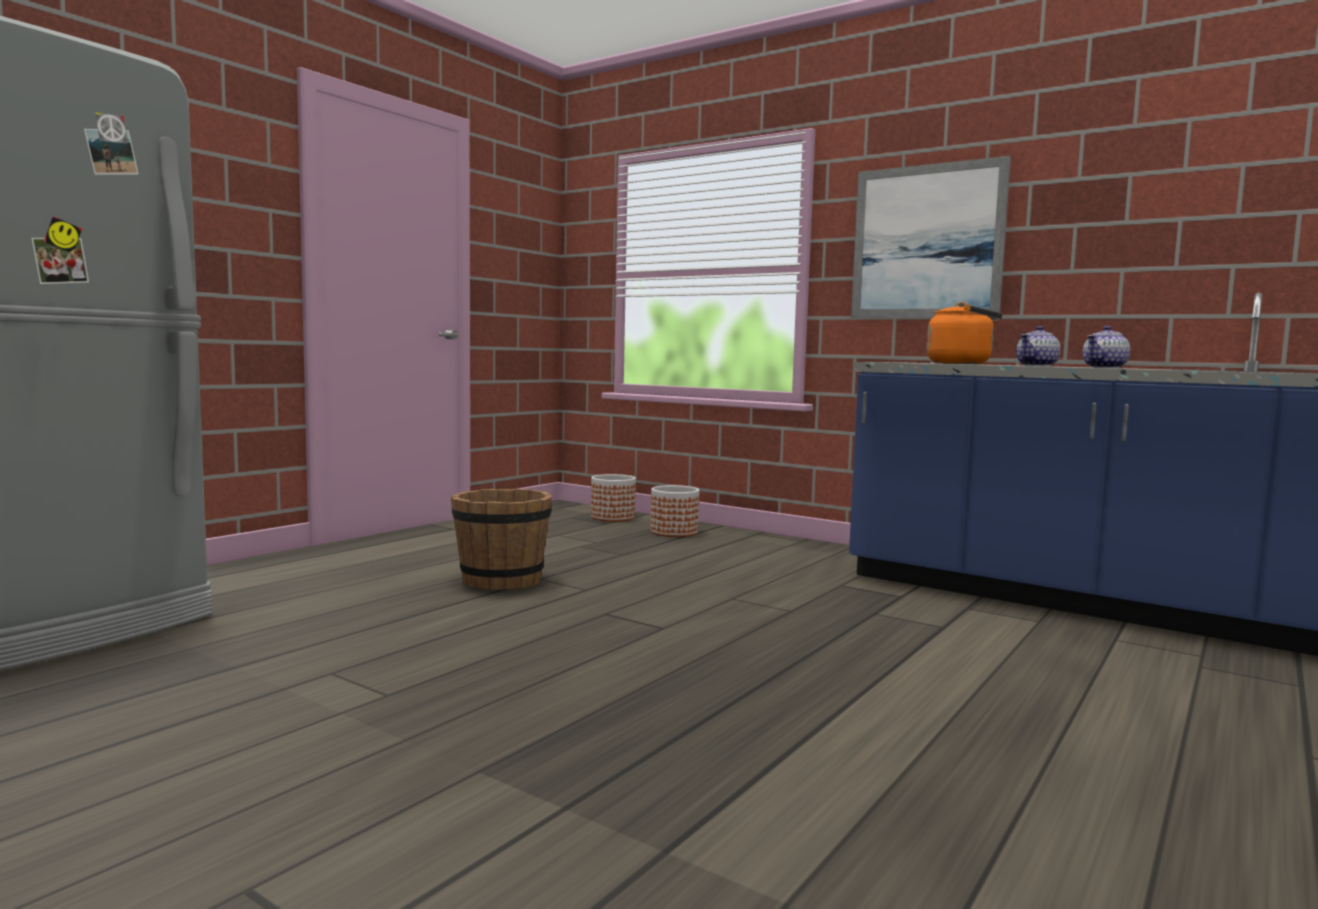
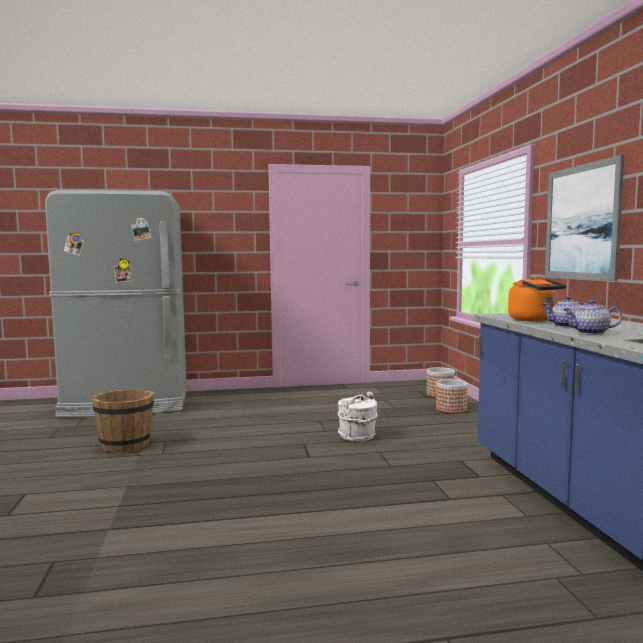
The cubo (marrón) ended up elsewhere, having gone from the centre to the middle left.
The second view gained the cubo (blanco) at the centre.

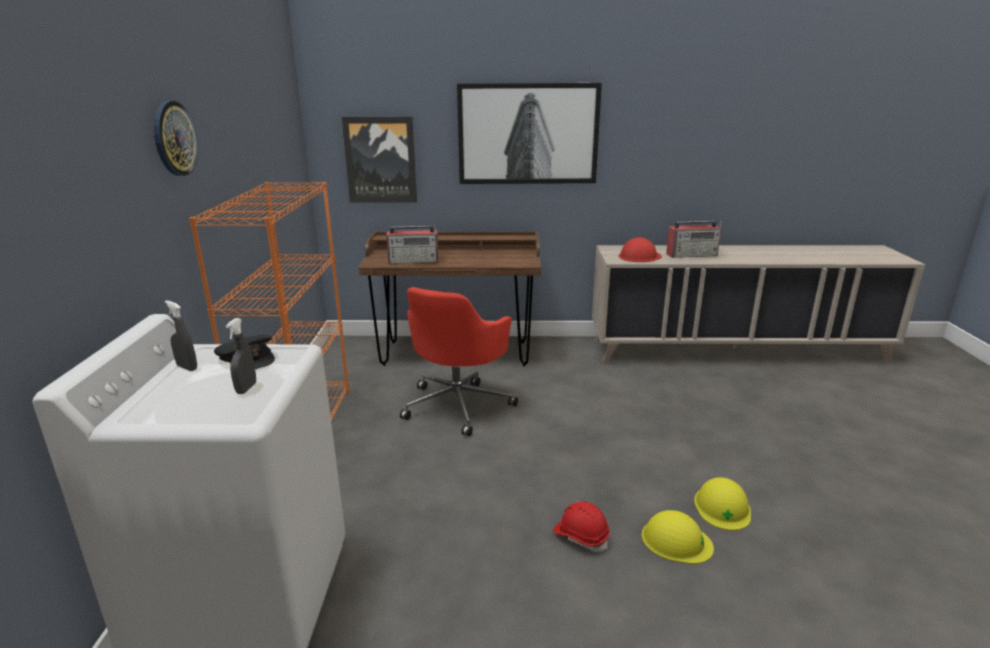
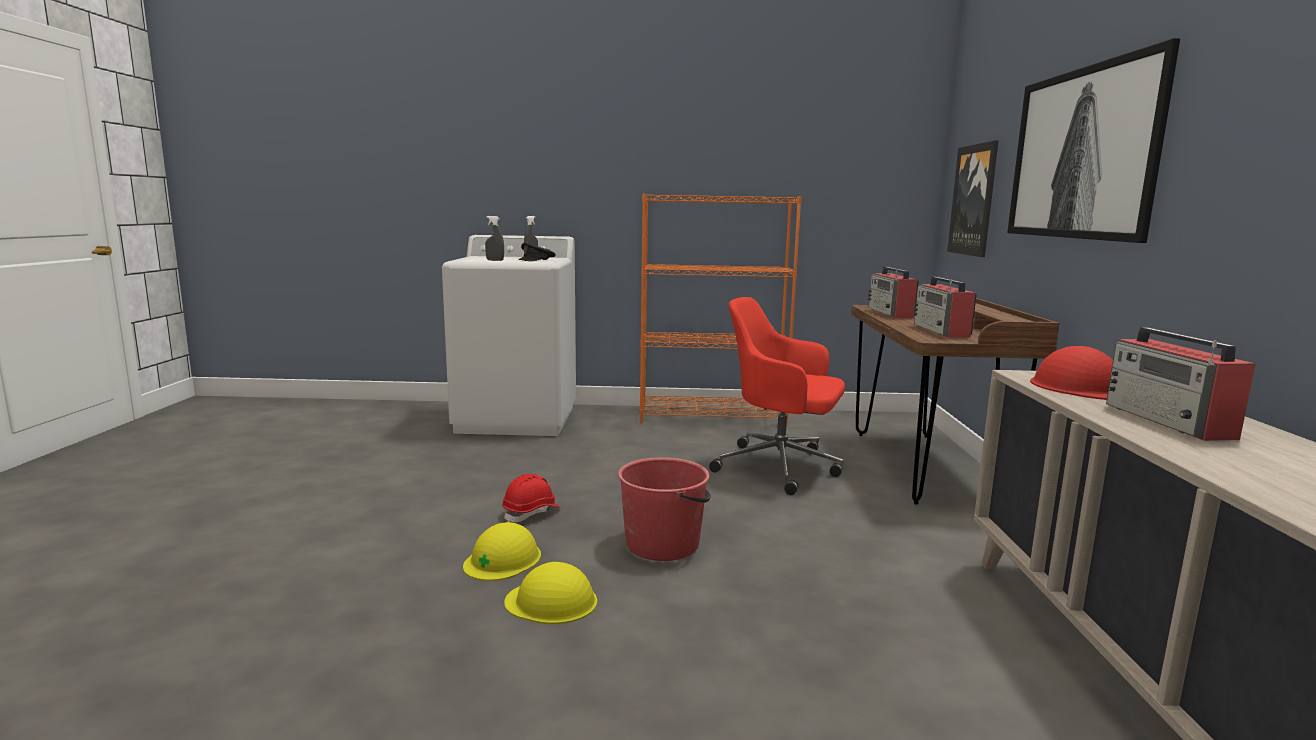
The second view gained the cubo (rojo) at the bottom centre.
The second view gained the radio (no. 2 from left) at the middle right.
The second view lost the reloj de pared at the top left.

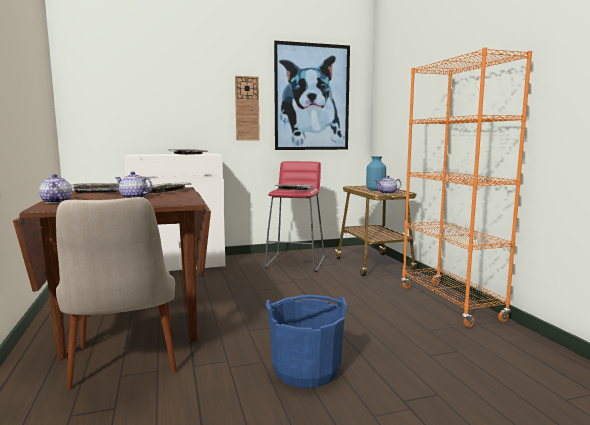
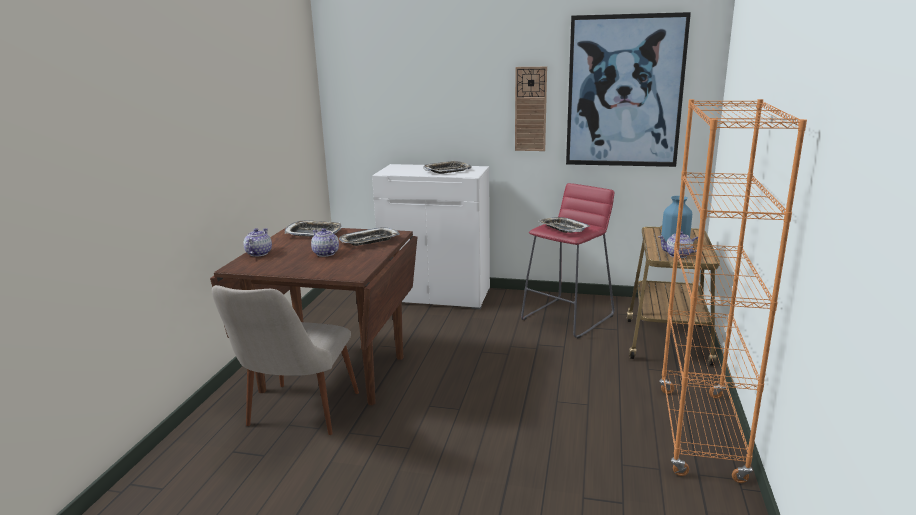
The second view lost the cubo (azul) at the bottom centre.

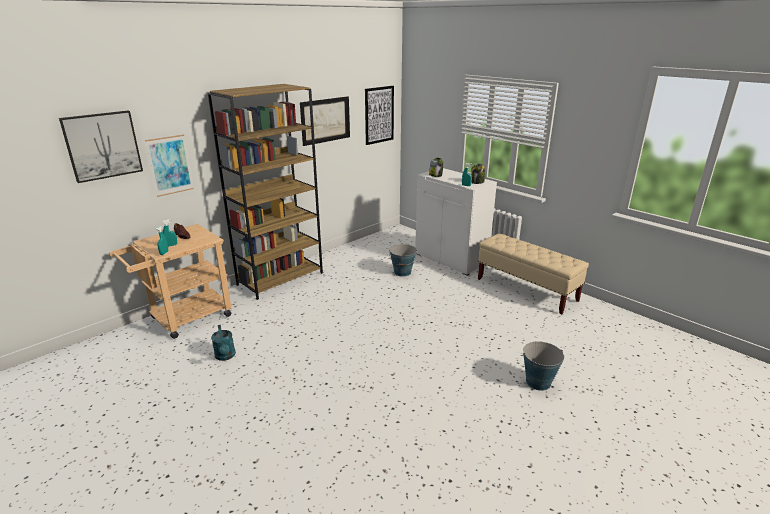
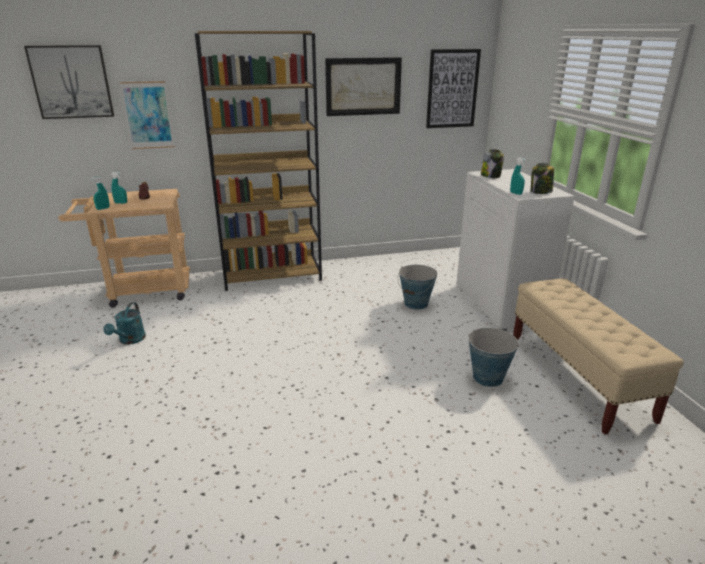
The cubo (no. 2 from left) ended up elsewhere, having gone from the bottom right to the middle right.

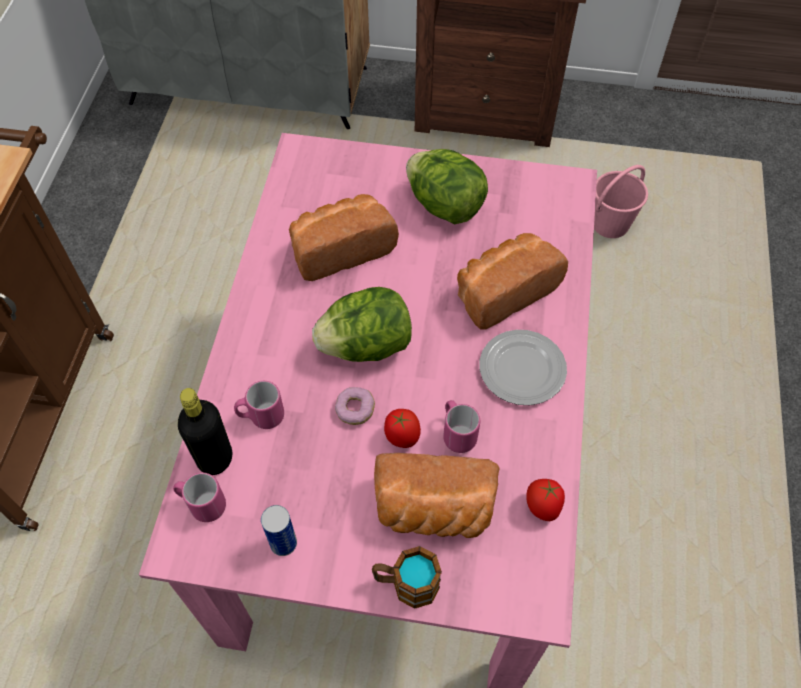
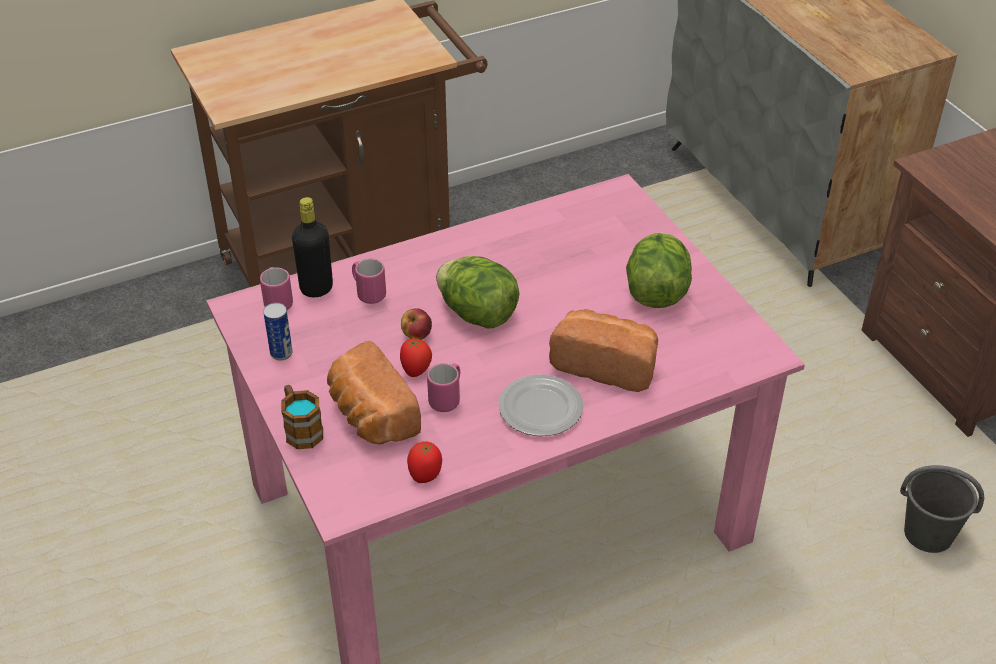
Where the rosquilla stood at the centre, the manzana came to stand at the centre.
What was the cubo (rosa) at the top right turned into the cubo (gris) at the bottom right.
The second view lost the pan (no. 1 from left) at the centre.

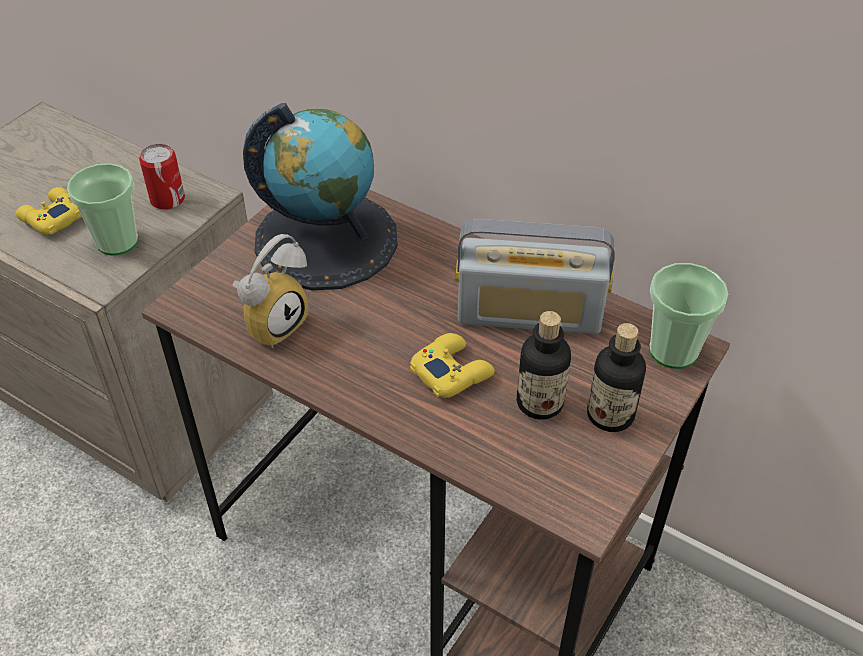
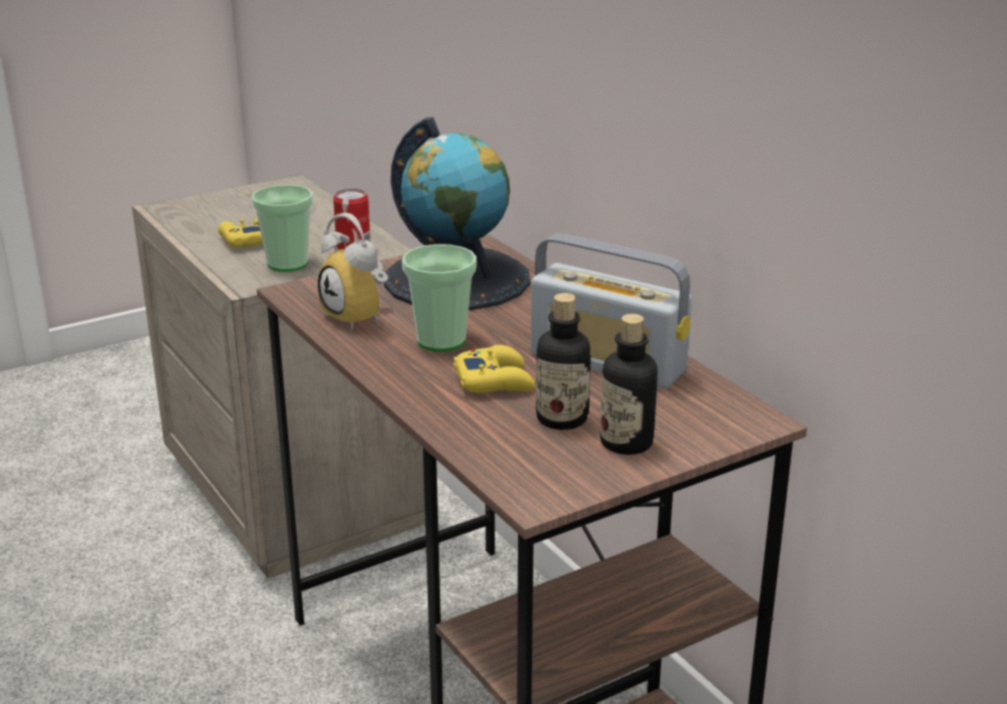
The despertador at the middle left ended up facing another way, 75 degrees clockwise from before.
The taza (no. 2 from left) ended up elsewhere, having gone from the middle right to the centre.

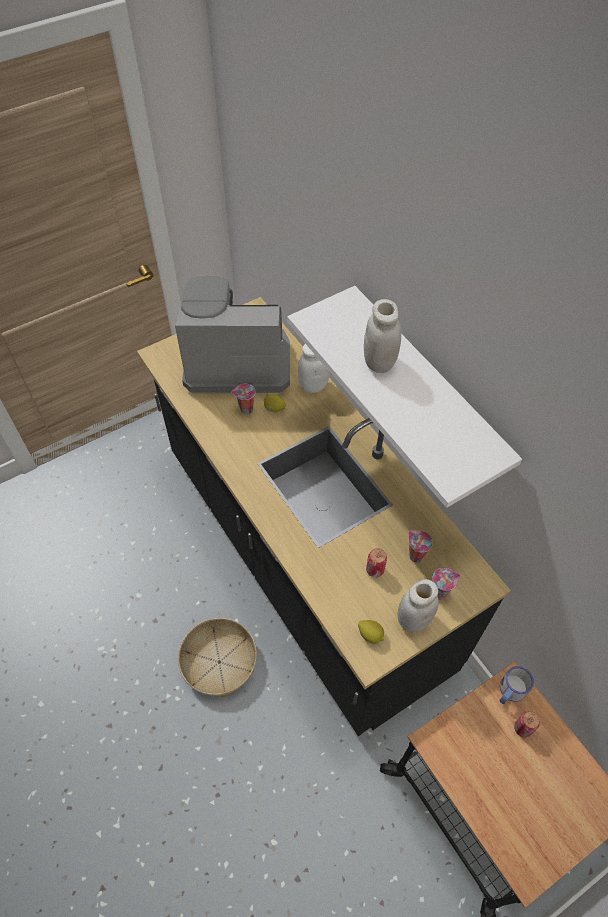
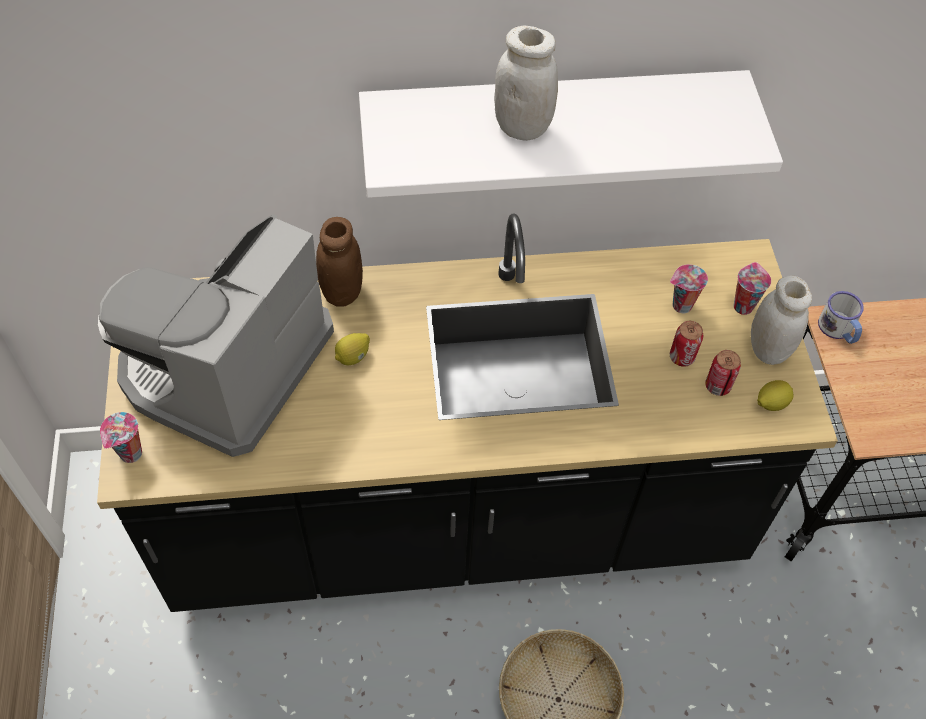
The taza (no. 1 from left) ended up elsewhere, having gone from the centre to the middle left.
What was the tarro (blanco) (no. 1 from left) at the centre turned into the tarro (marrón) at the centre.
The lata (no. 2 from left) ended up elsewhere, having gone from the bottom right to the middle right.

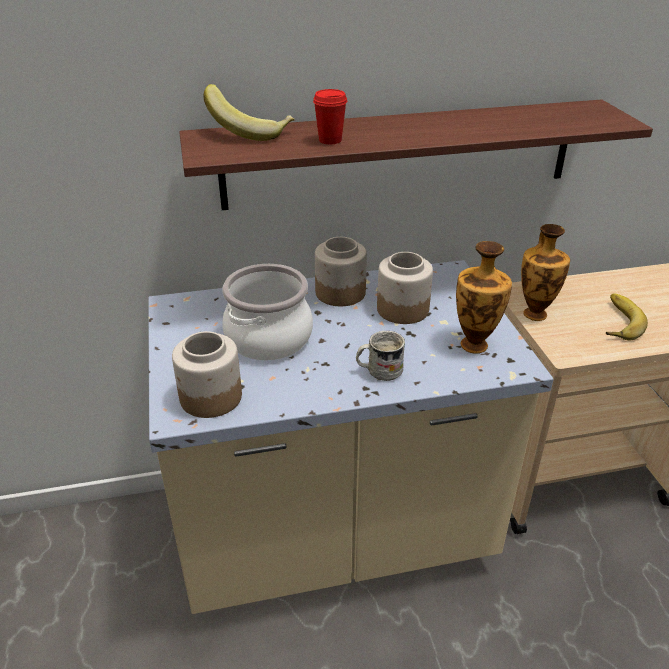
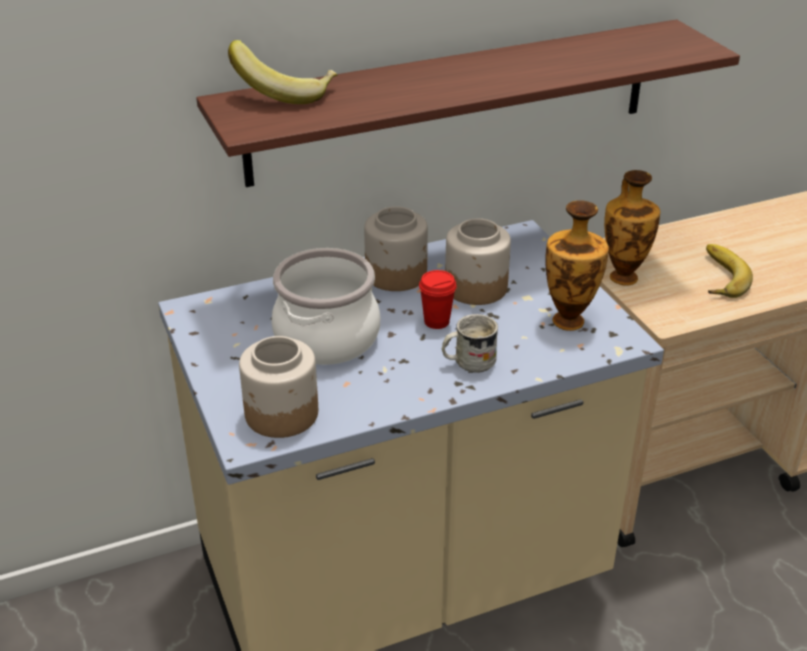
The taza (rojo) ended up elsewhere, having gone from the top centre to the centre.

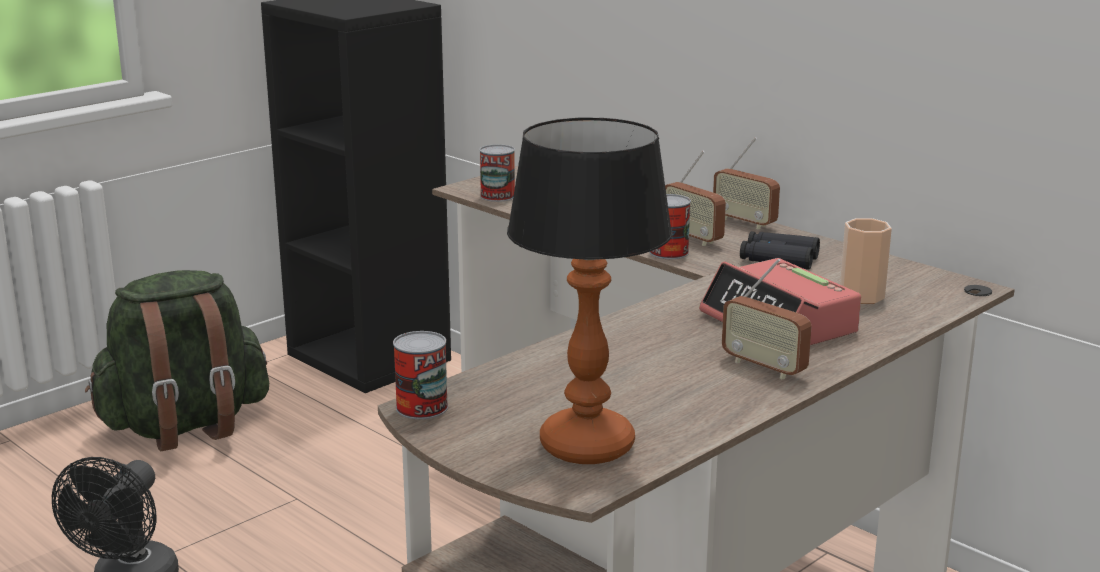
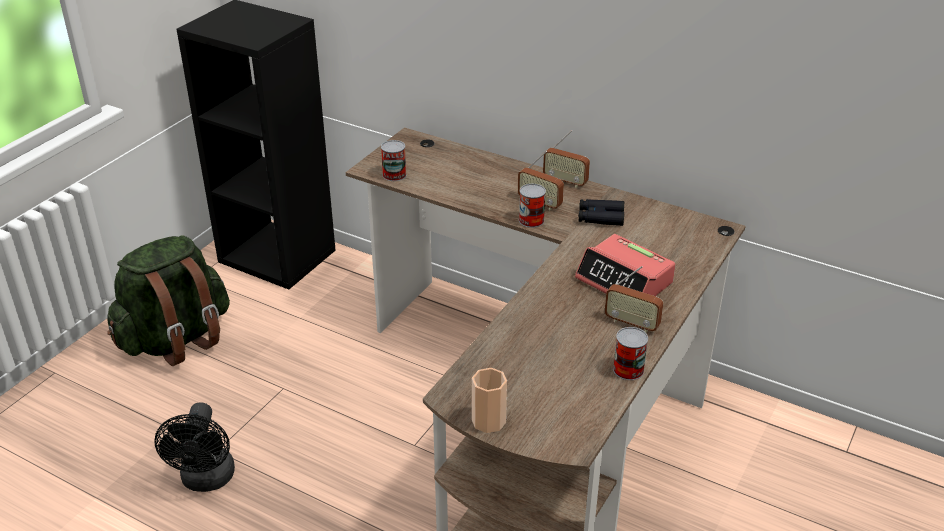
The taza ended up elsewhere, having gone from the middle right to the bottom centre.
The lata (no. 1 from left in the first image) ended up elsewhere, having gone from the centre to the middle right.
The second view lost the lámpara de mesa at the centre.

